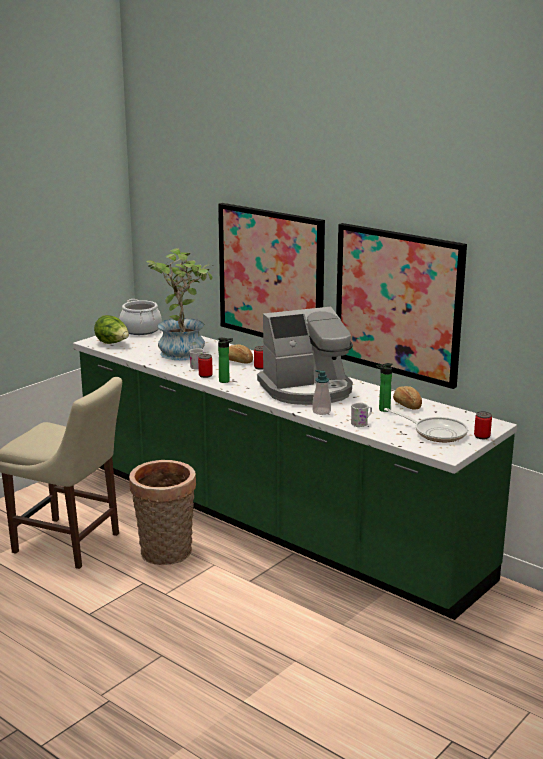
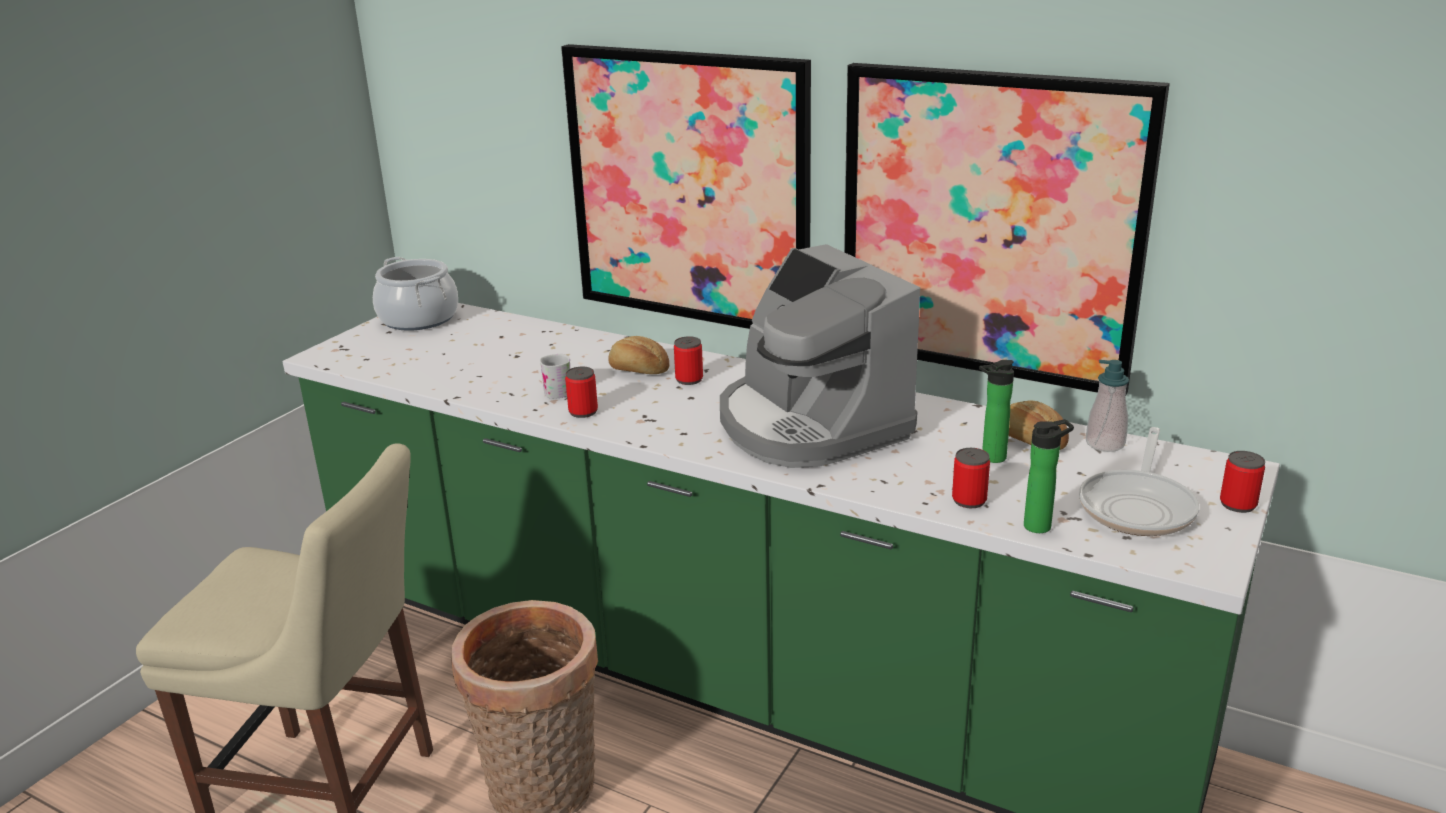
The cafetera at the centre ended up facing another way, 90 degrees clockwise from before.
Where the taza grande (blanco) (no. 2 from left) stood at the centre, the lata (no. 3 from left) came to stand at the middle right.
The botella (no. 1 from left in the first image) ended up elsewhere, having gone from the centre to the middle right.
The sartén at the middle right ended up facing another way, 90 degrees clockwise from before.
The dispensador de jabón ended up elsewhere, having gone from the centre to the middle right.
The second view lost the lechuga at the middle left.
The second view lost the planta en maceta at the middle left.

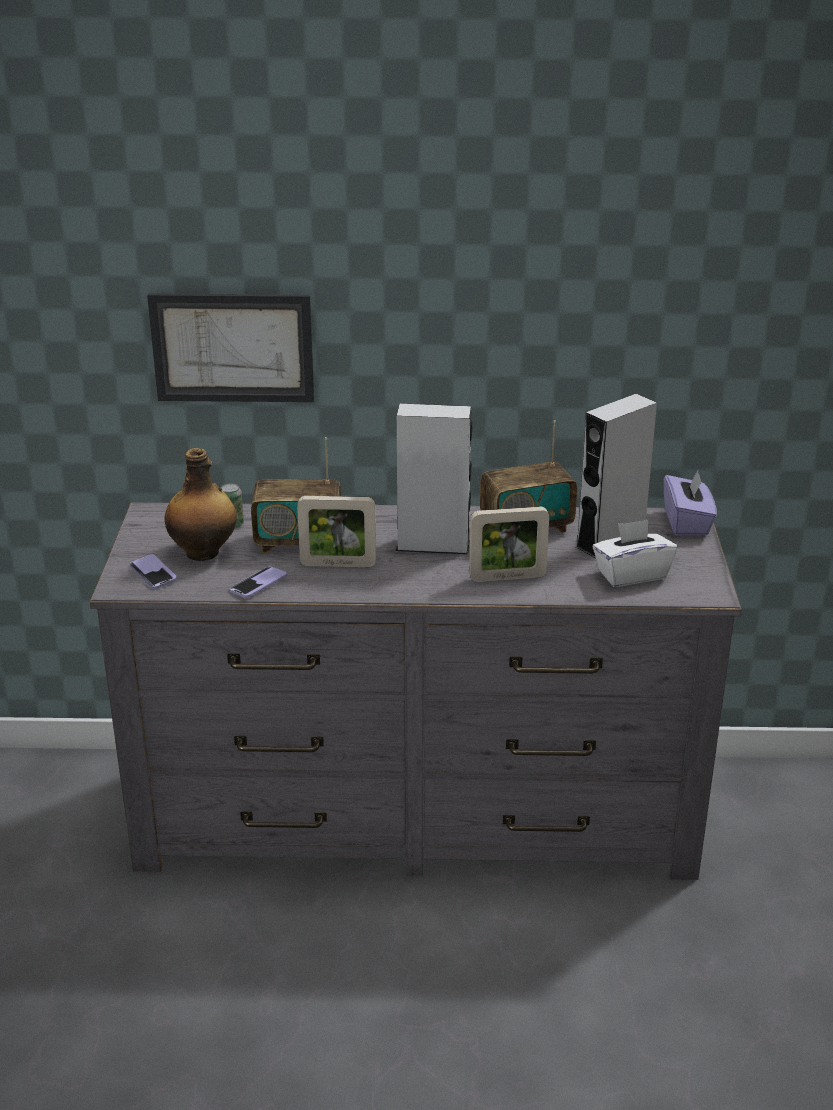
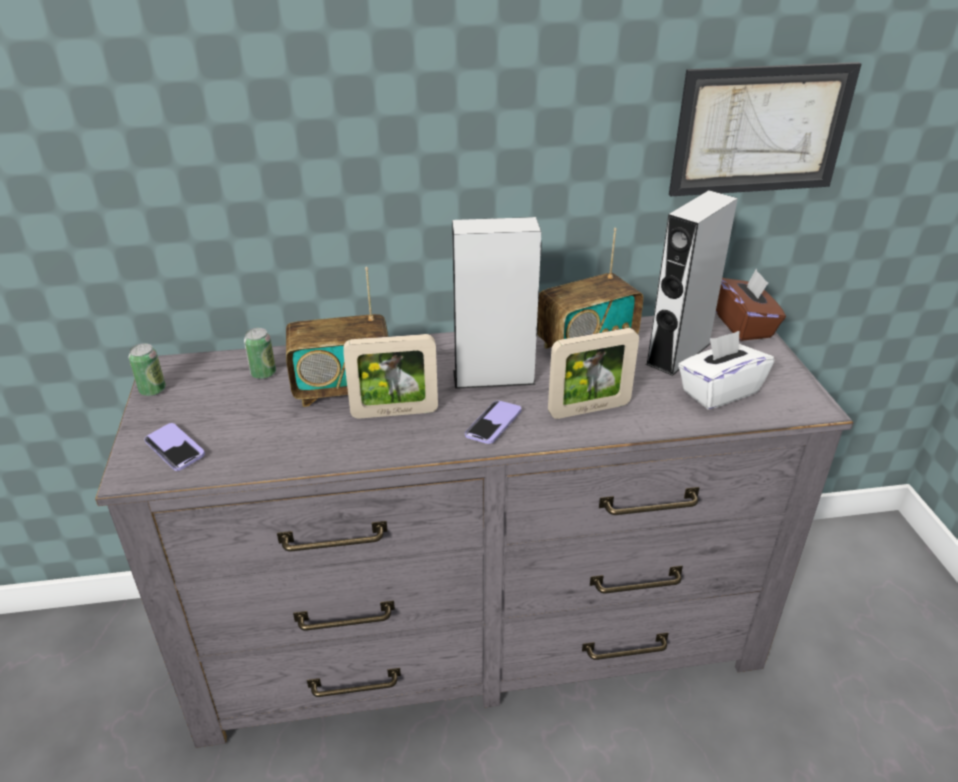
The second view gained the lata (no. 1 from left) at the middle left.
The móvil (no. 2 from left) ended up elsewhere, having gone from the middle left to the centre.
The cuadro ended up elsewhere, having gone from the top left to the top right.
What was the caja de pañuelos (morado) at the middle right turned into the caja de pañuelos (marrón) at the middle right.
The second view lost the botella at the middle left.

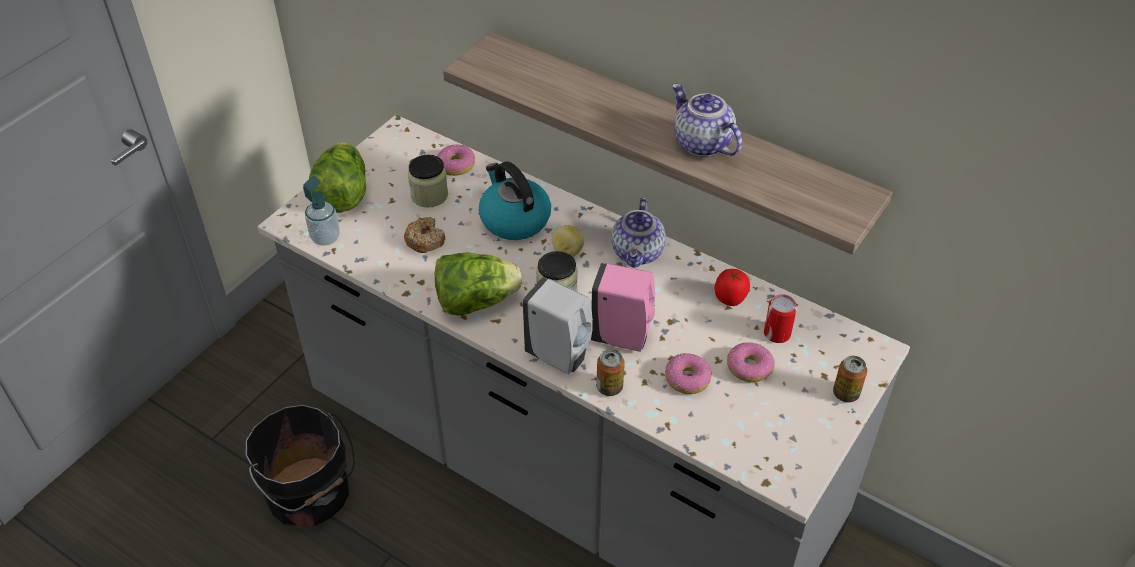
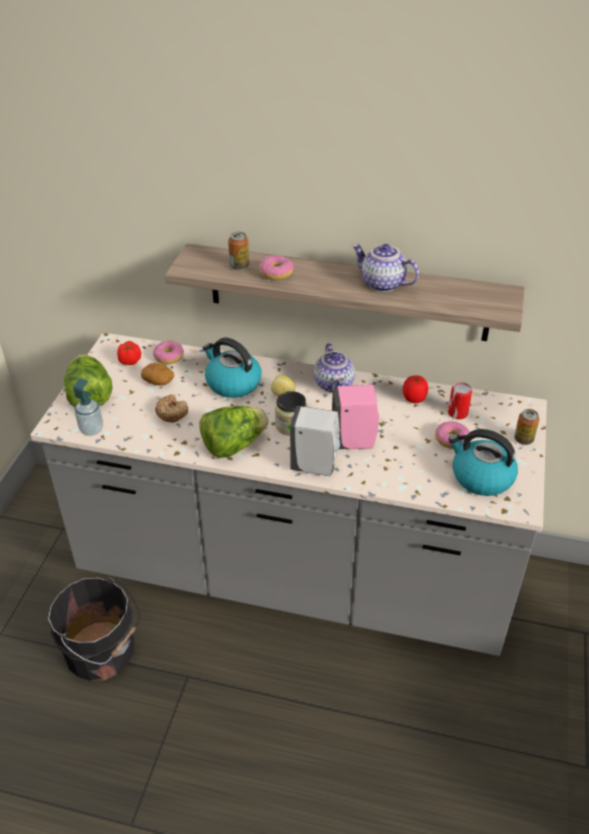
The second view gained the tomate (no. 1 from left) at the middle left.
Where the tarro (no. 1 from left) stood at the top centre, the patata (no. 1 from left) came to stand at the middle left.
The lata (no. 1 from left) ended up elsewhere, having gone from the centre to the top centre.
The rosquilla (no. 3 from left) ended up elsewhere, having gone from the centre to the top centre.
The second view gained the hervidor (no. 2 from left) at the middle right.

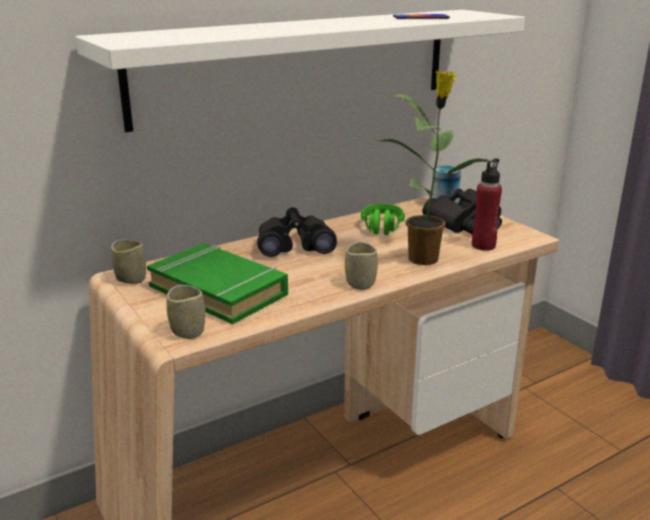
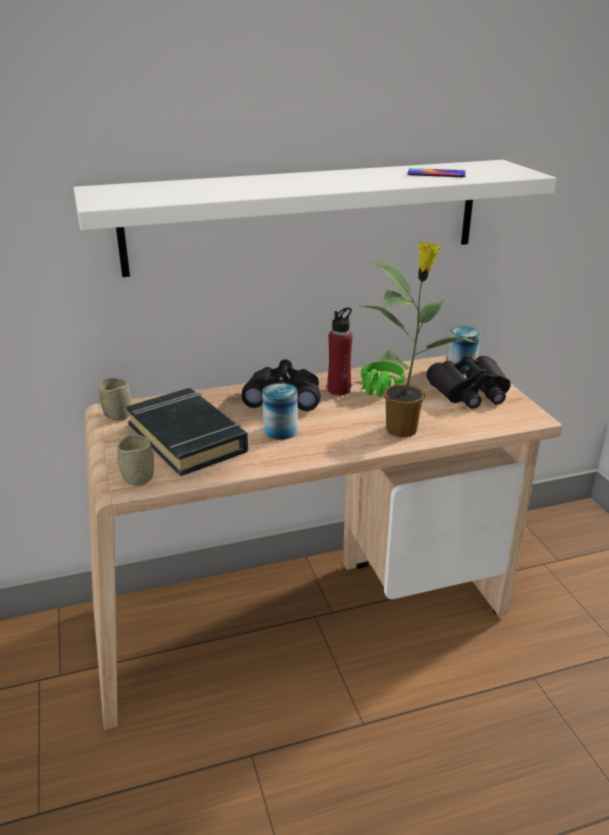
What was the libro (verde) at the centre turned into the libro (negro) at the middle left.
The second view gained the lata (no. 1 from left) at the centre.
The botella (rojo) ended up elsewhere, having gone from the middle right to the centre.
The second view lost the taza (no. 3 from left) at the centre.

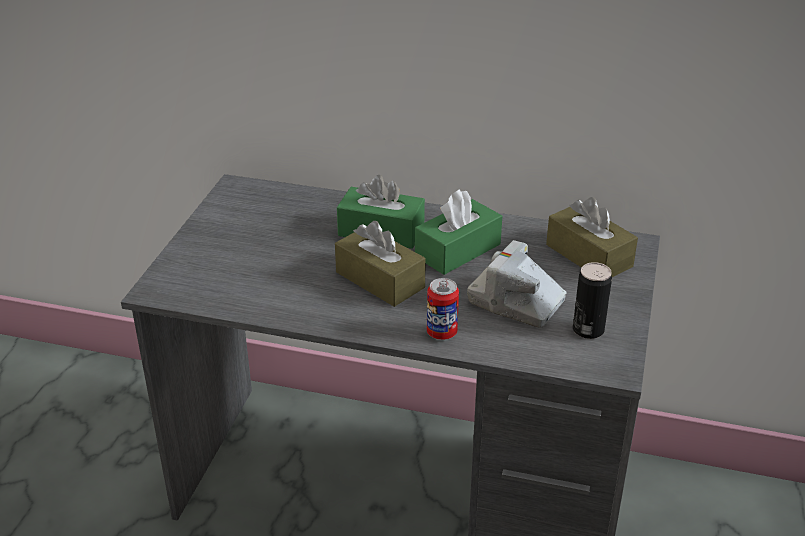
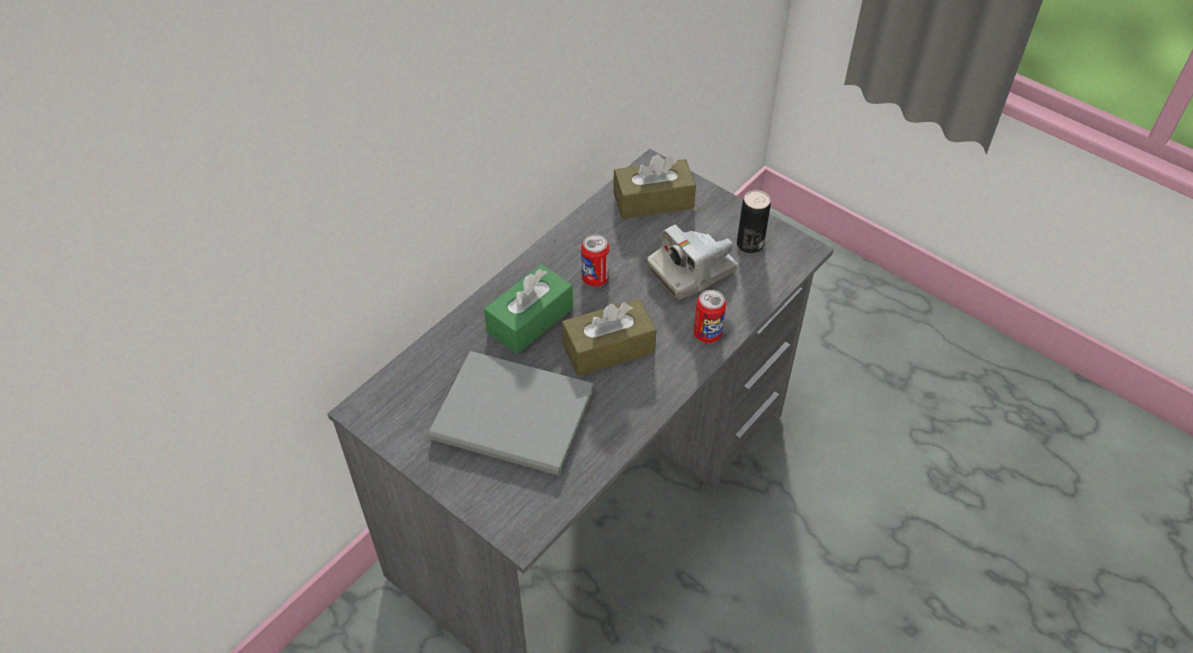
The second view gained the libro (gris) at the centre.
Where the caja de pañuelos (verde) (no. 2 from left) stood at the centre, the lata (no. 1 from left) came to stand at the centre.

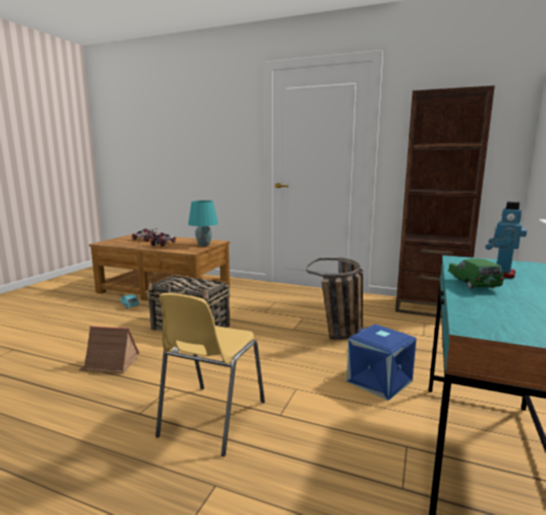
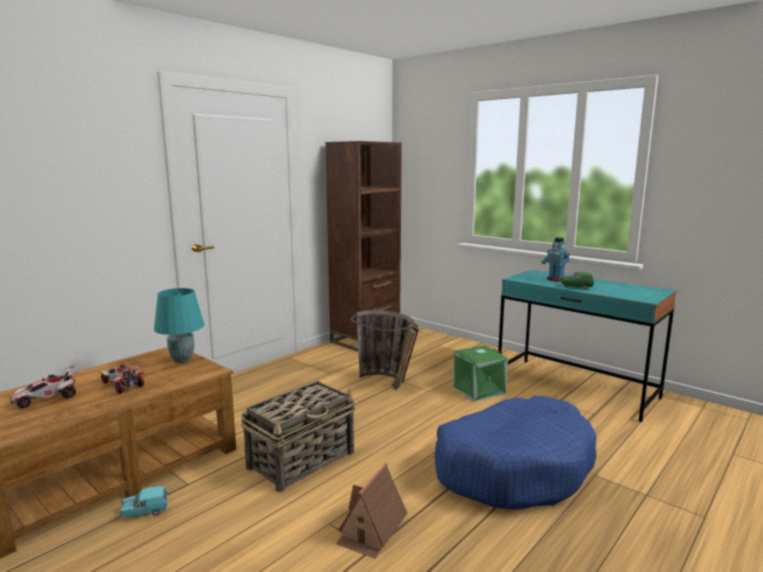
Where the silla (amarillo) stood at the bottom centre, the cama para perro (azul) came to stand at the bottom right.
What was the caja de almacenaje (azul) at the bottom right turned into the caja de almacenaje (verde) at the centre.

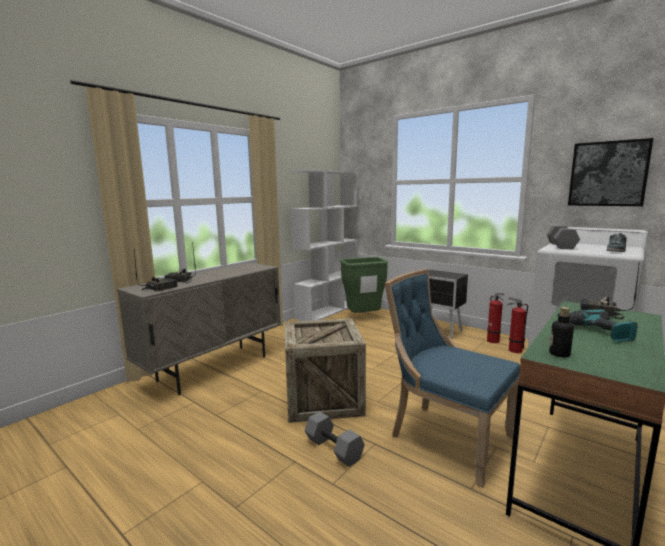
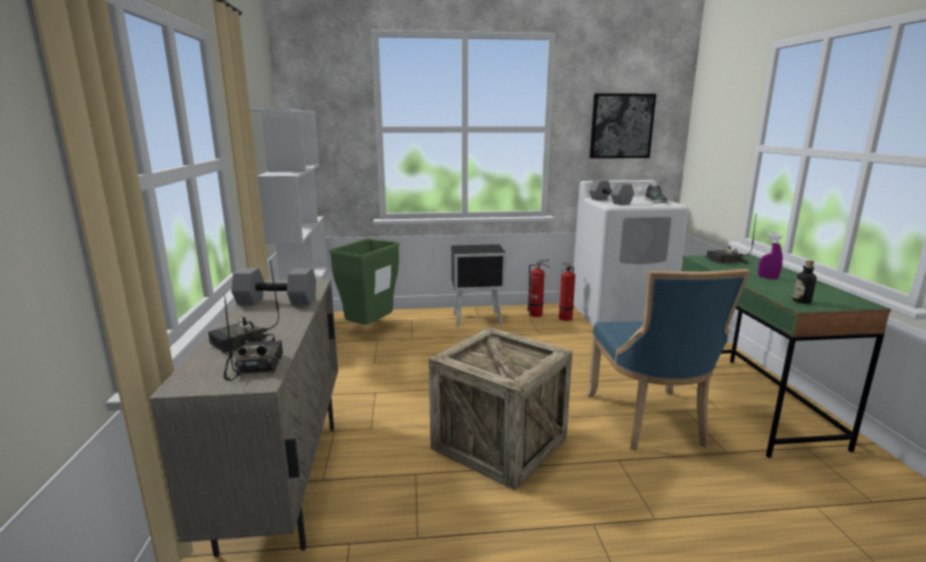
The mancuerna (gris) (no. 1 from left) ended up elsewhere, having gone from the bottom centre to the middle left.
The silla (azul) at the bottom right ended up facing another way, 90 degrees counterclockwise from before.
Where the taladro stood at the middle right, the pulverizador (morado) came to stand at the middle right.

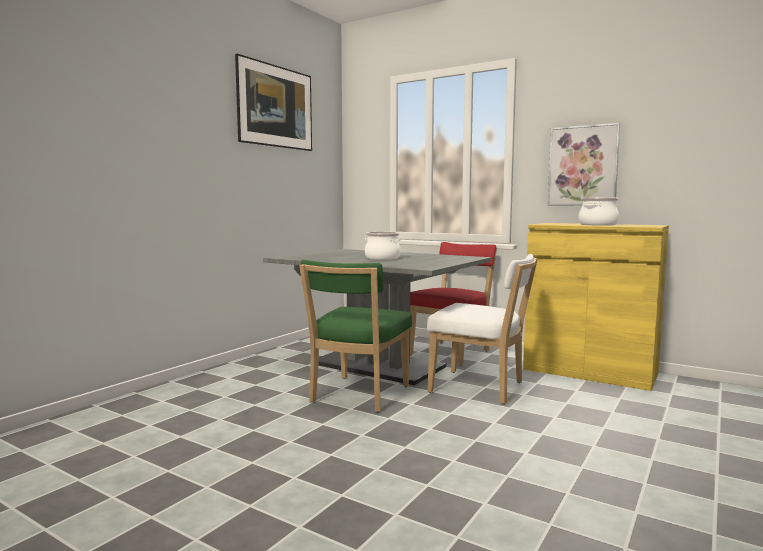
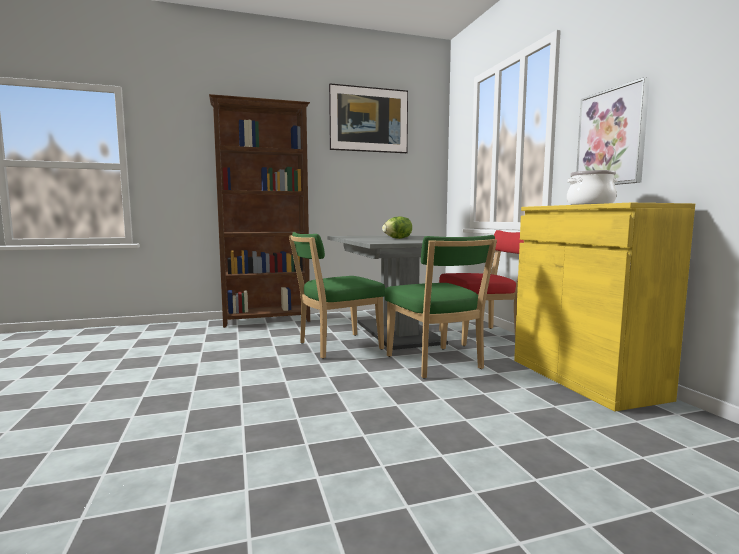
The second view gained the estantería (marrón) at the centre.
Where the olla (no. 1 from left) stood at the centre, the lechuga came to stand at the centre.
What was the silla (blanco) at the centre turned into the silla (verde) (no. 2 from left) at the centre.

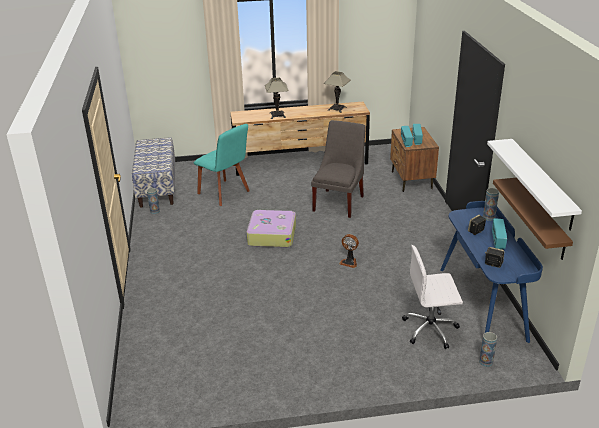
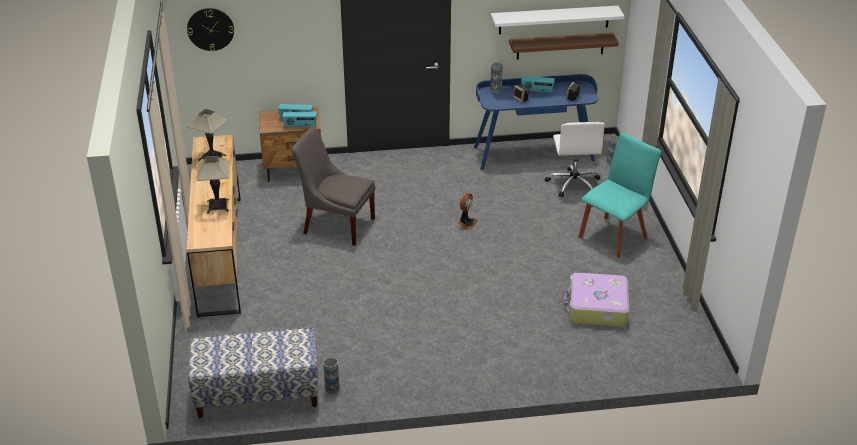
The second view gained the reloj de pared at the top left.
The maleta ended up elsewhere, having gone from the centre to the bottom right.
The silla (turquesa) ended up elsewhere, having gone from the centre to the middle right.

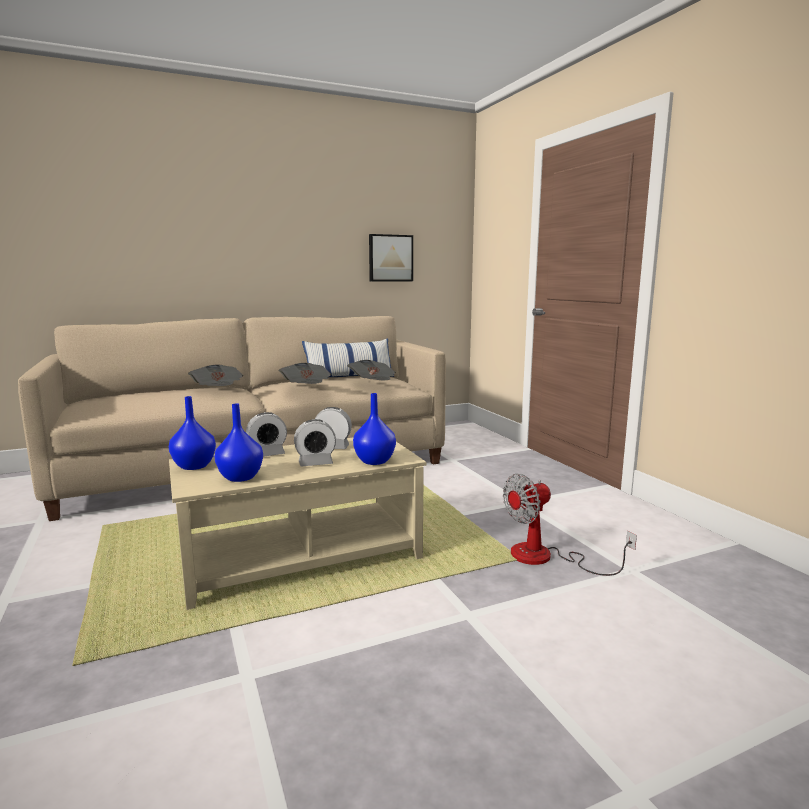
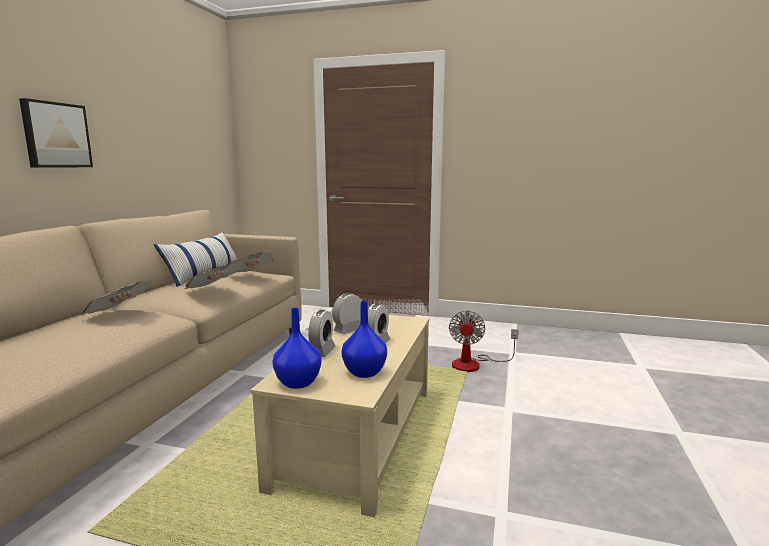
The cuadro ended up elsewhere, having gone from the top centre to the top left.
The second view lost the florero (azul) (no. 3 from left) at the centre.

